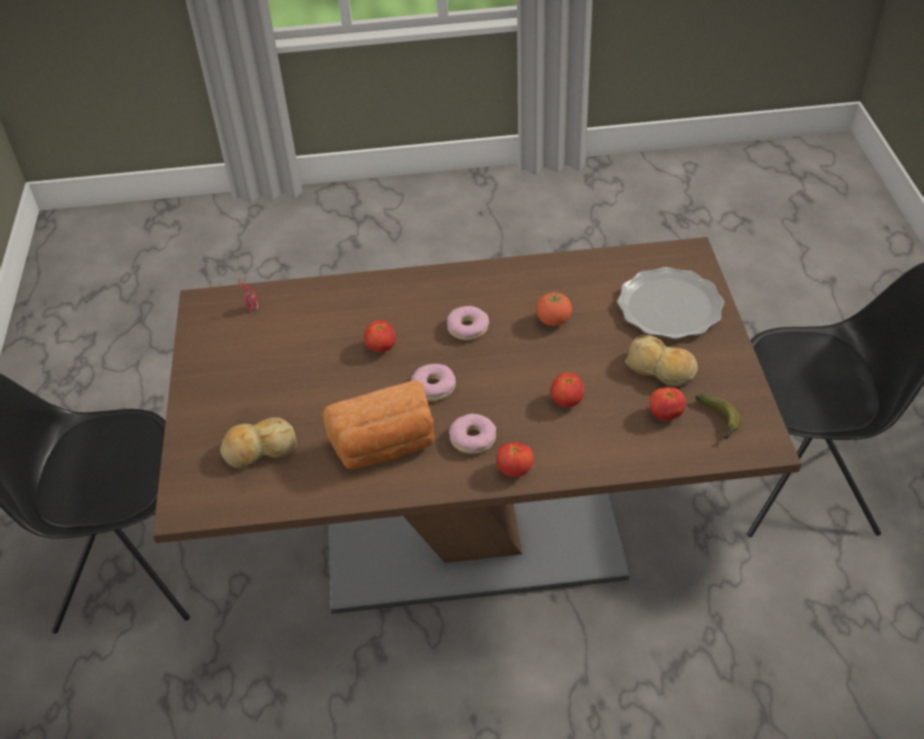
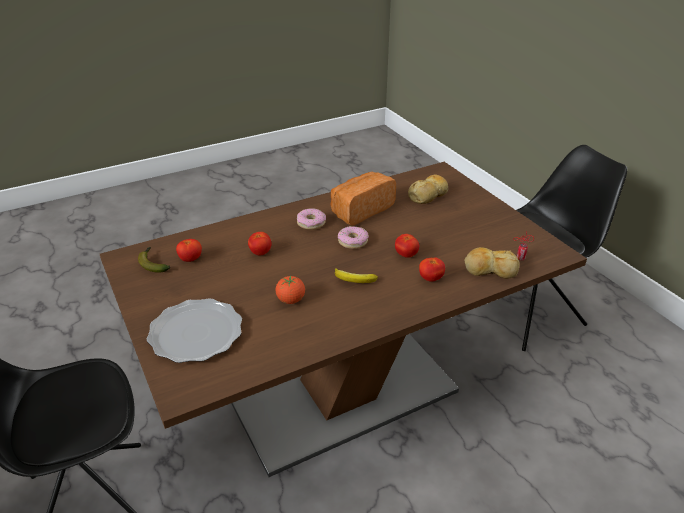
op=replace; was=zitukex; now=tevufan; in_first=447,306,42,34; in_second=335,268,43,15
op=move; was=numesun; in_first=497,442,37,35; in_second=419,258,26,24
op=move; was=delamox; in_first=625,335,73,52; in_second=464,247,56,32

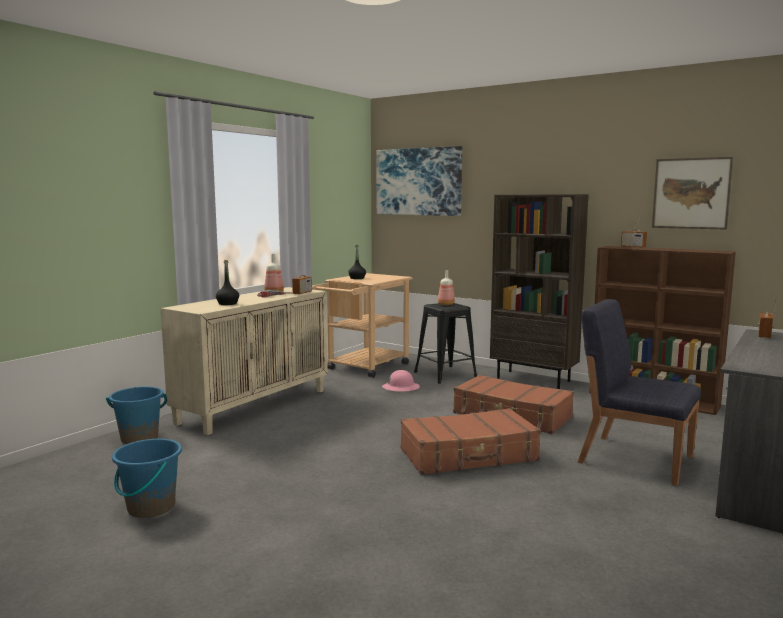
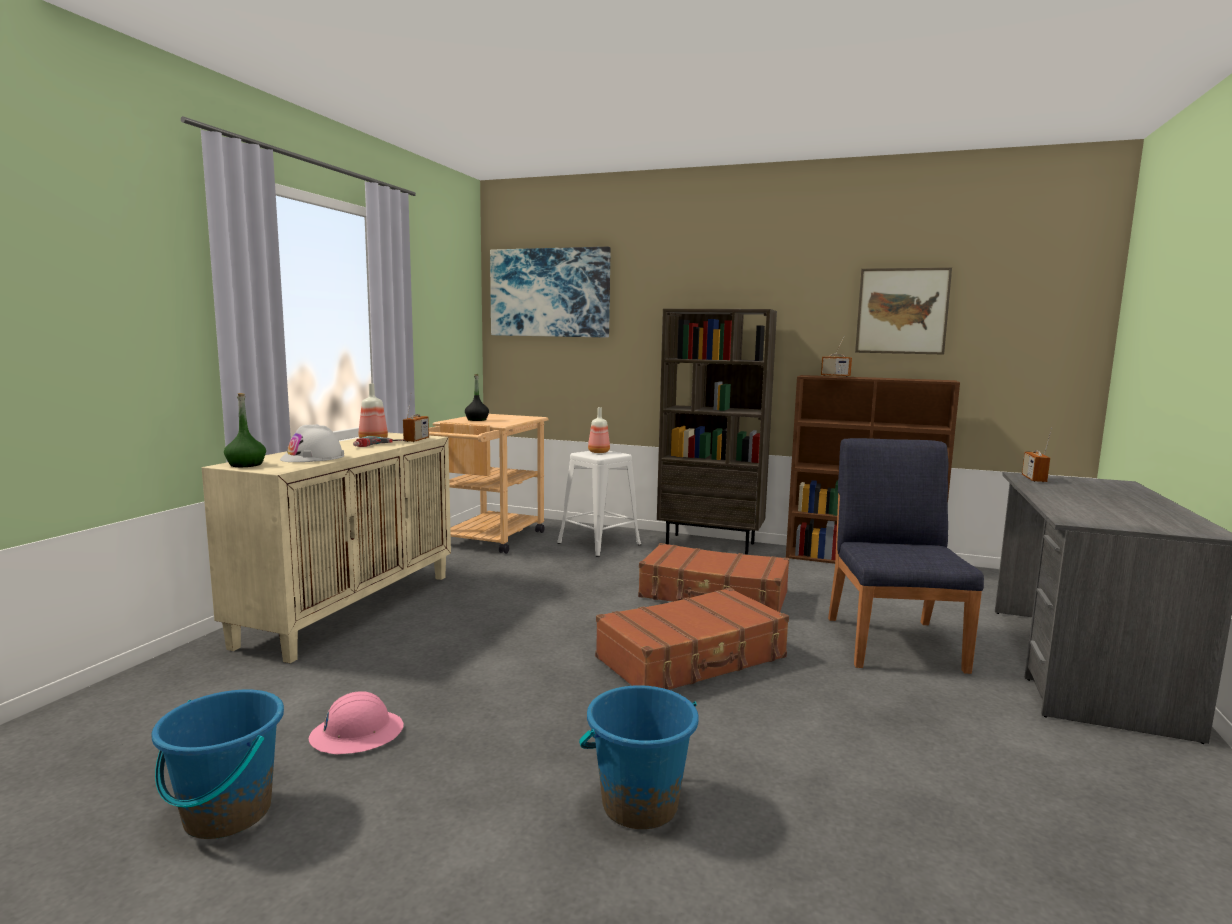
op=move; was=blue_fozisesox; in_first=106,387,61,57; in_second=579,685,120,144
op=replace; was=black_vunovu; now=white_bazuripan; in_first=216,260,23,45; in_second=280,424,64,38
op=move; was=pink_bazuripan; in_first=382,370,38,22; in_second=309,691,95,63
op=recolor; was=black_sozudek; now=white_sozudek; in_first=414,303,63,81; in_second=557,451,84,106
op=rotate; was=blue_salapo; in_first=578,299,123,187; in_second=828,438,156,236; clockwise=75
op=insert; now=green_vunovu; in_second=224,393,42,74

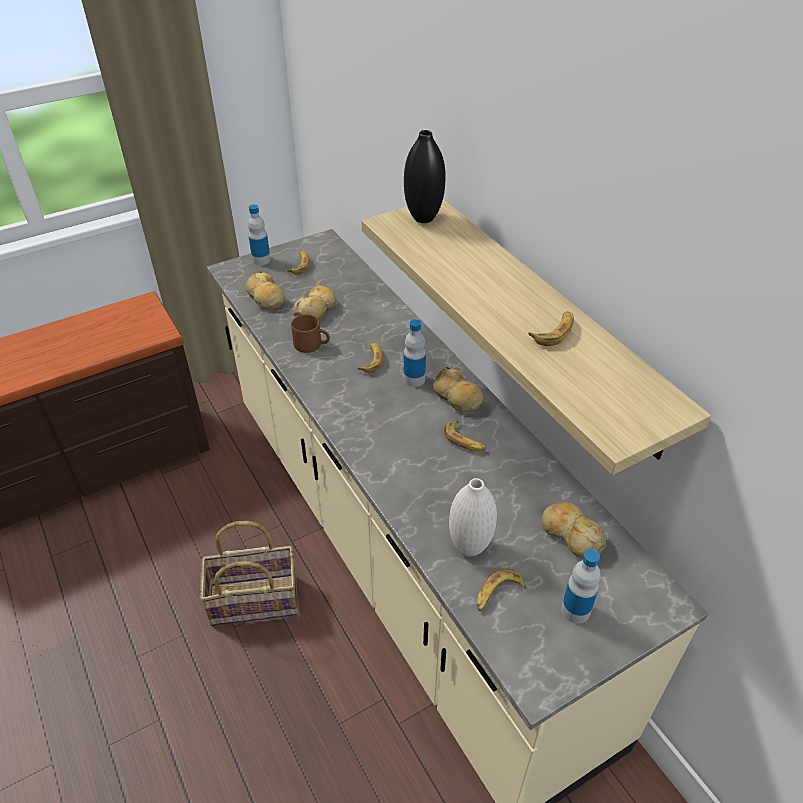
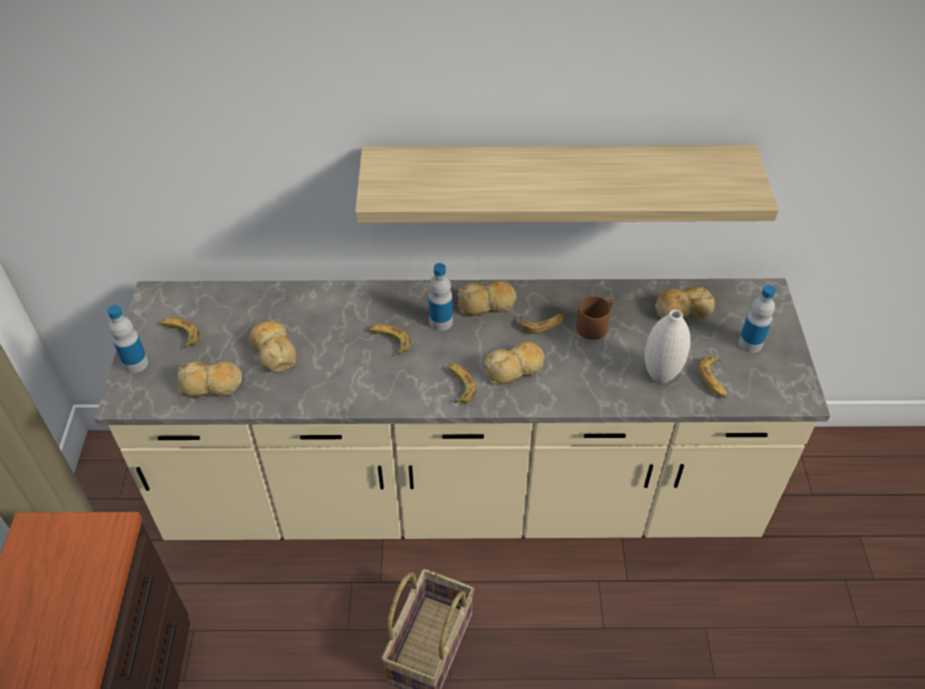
op=move; was=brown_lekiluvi; in_first=291,314,39,39; in_second=576,296,37,44
op=delete; was=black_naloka; in_first=404,130,42,93
op=move; was=tevufan; in_first=529,311,45,35; in_second=447,364,30,39
op=insert; now=delamox; in_second=484,342,61,43

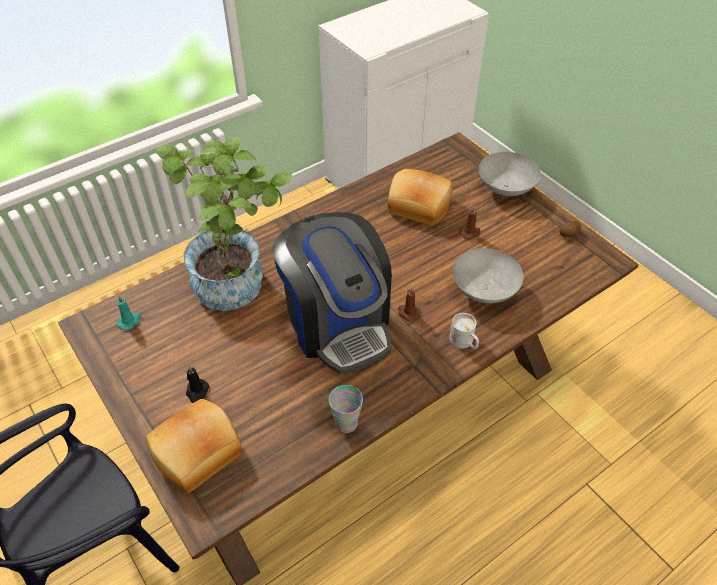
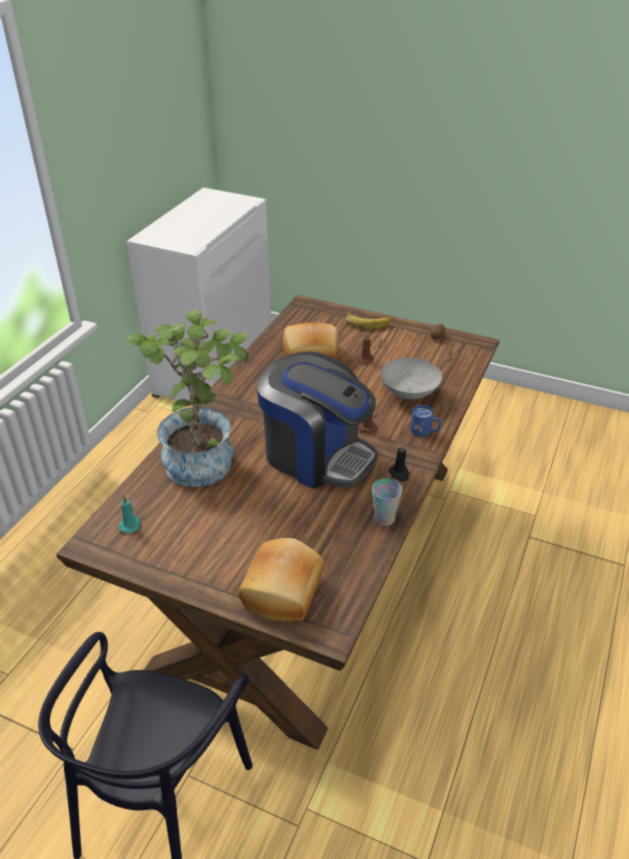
op=move; was=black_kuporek; in_first=186,366,23,37; in_second=389,444,21,37
op=recolor; was=white_lekiluvi; now=blue_lekiluvi; in_first=450,313,29,36; in_second=410,405,31,32
op=replace; was=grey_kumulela; now=tevufan; in_first=479,152,62,44; in_second=346,311,45,18

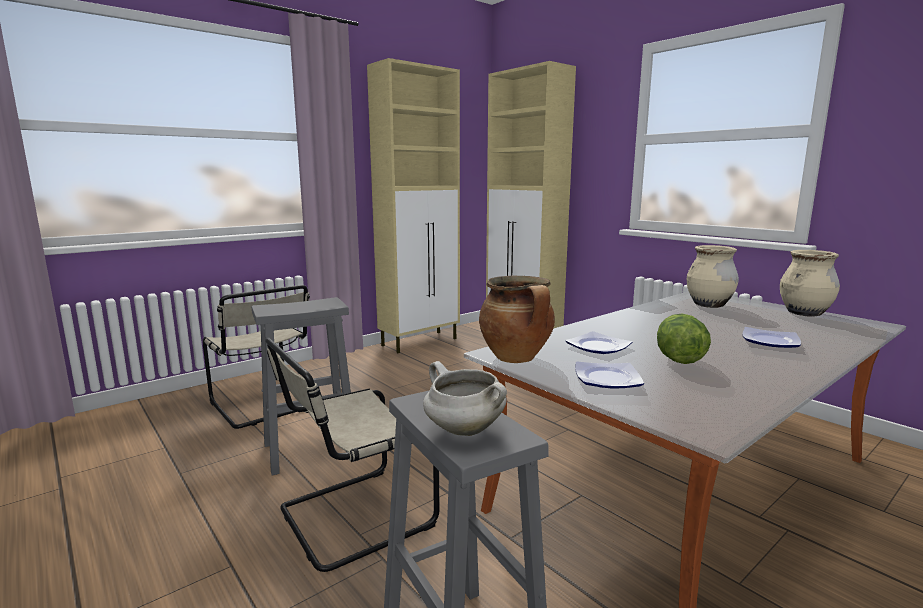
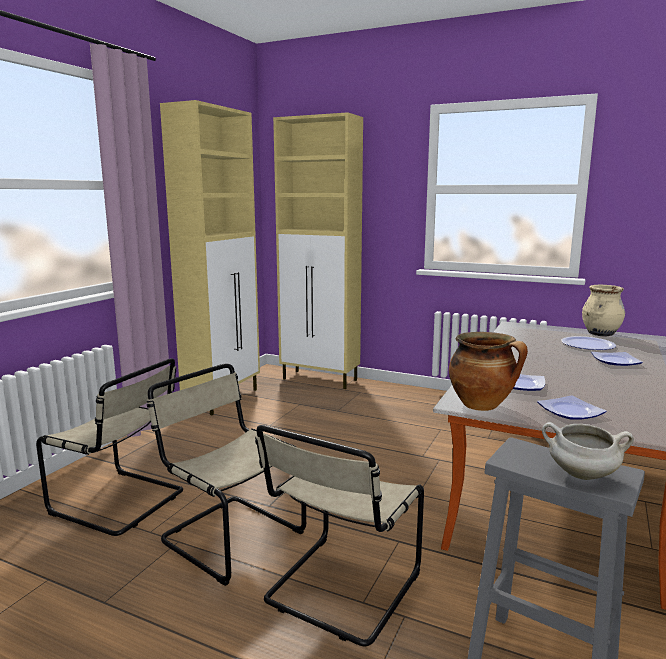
op=replace; was=grey_sozudek; now=beige_salapo; in_first=252,297,99,178; in_second=147,363,159,223
op=delete; was=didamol; in_first=657,314,54,50
op=delete; was=beige_naloka; in_first=687,245,52,63
op=insert; now=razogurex; in_second=561,336,55,14

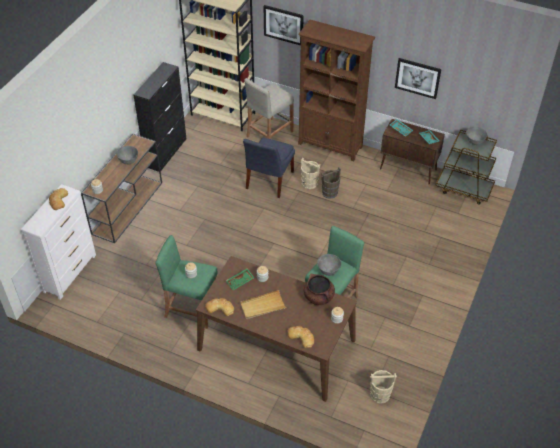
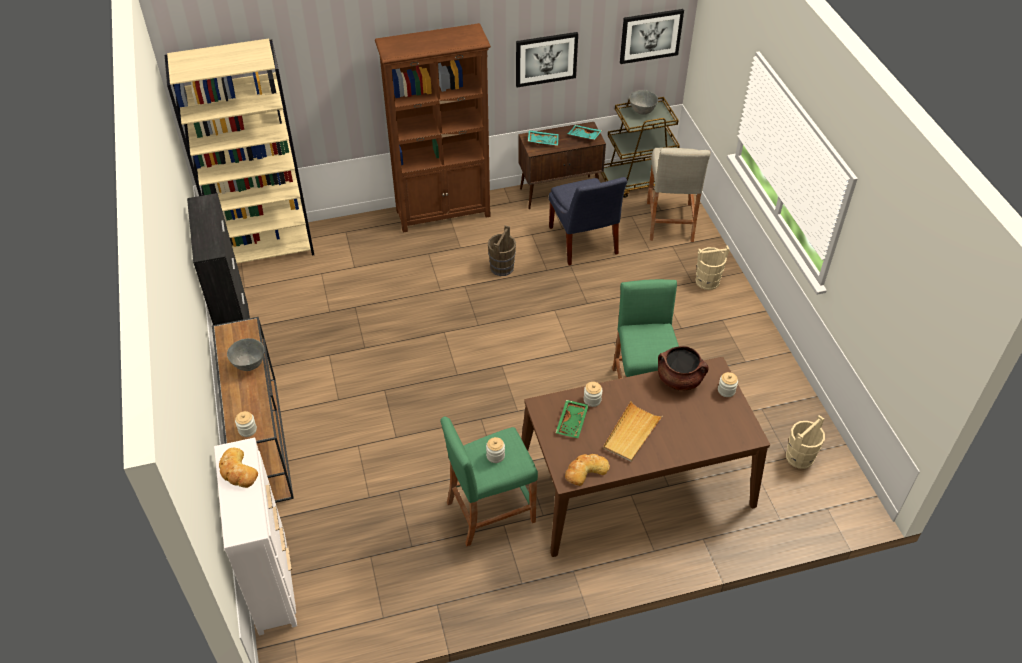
op=move; was=blue_salapo; in_first=243,138,52,60; in_second=549,177,78,88
op=move; was=beige_sozudek; in_first=244,78,50,61; in_second=647,147,64,95
op=move; was=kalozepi; in_first=264,5,40,41; in_second=620,9,64,55
op=delete; was=delamox; in_first=288,326,26,22
op=move; was=beige_fozisesox; in_first=301,158,19,31; in_second=695,245,34,45
op=delete; was=grey_kumulela; in_first=317,254,24,22

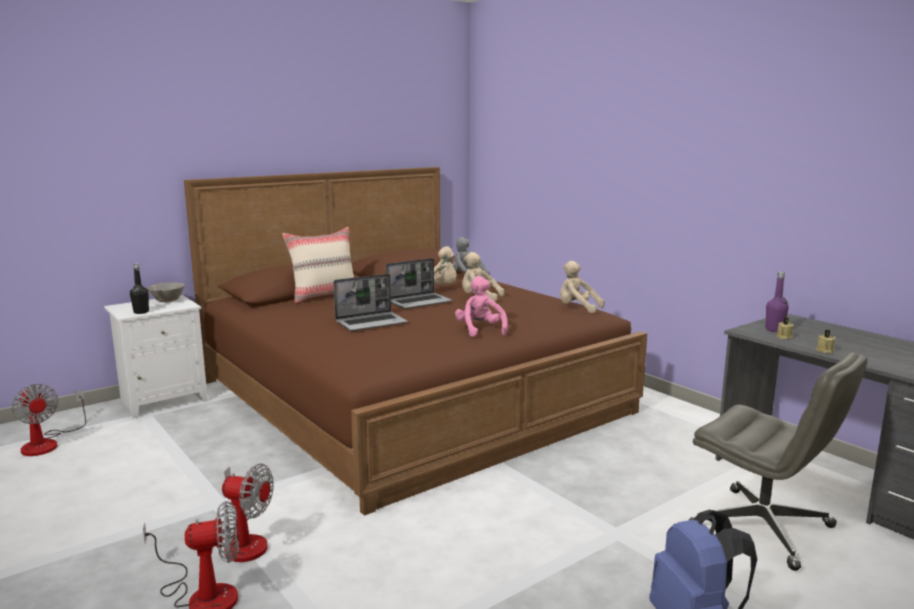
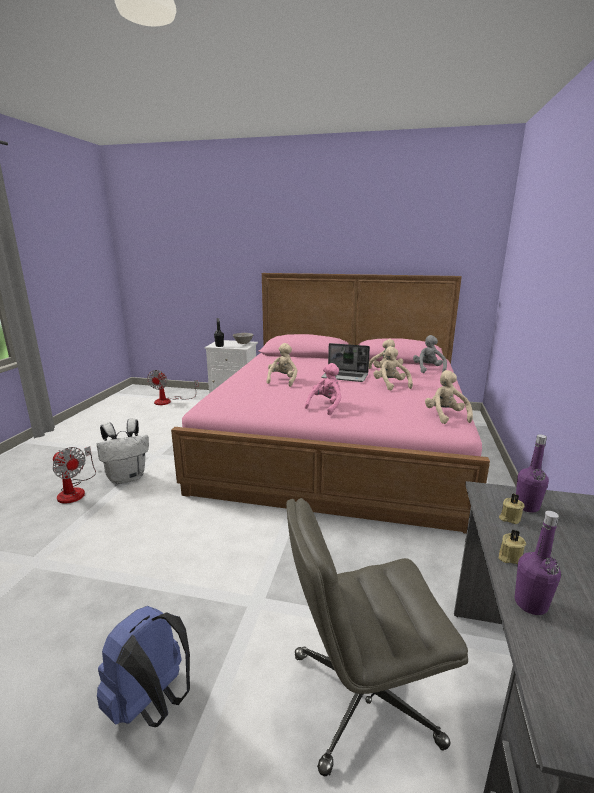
op=recolor; was=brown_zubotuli; now=pink_zubotuli; in_first=184,167,463,349; in_second=171,273,319,261
op=replace; was=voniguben; now=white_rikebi; in_first=222,463,52,99; in_second=97,419,52,65
op=delete; was=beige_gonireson; in_first=282,227,72,76
op=replace; was=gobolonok; now=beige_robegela; in_first=334,274,74,57; in_second=266,343,31,44
op=rotate; was=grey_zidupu; in_first=688,353,180,218; in_second=286,498,182,278; clockwise=75
op=insert; now=purple_vunovu; in_second=515,511,46,104

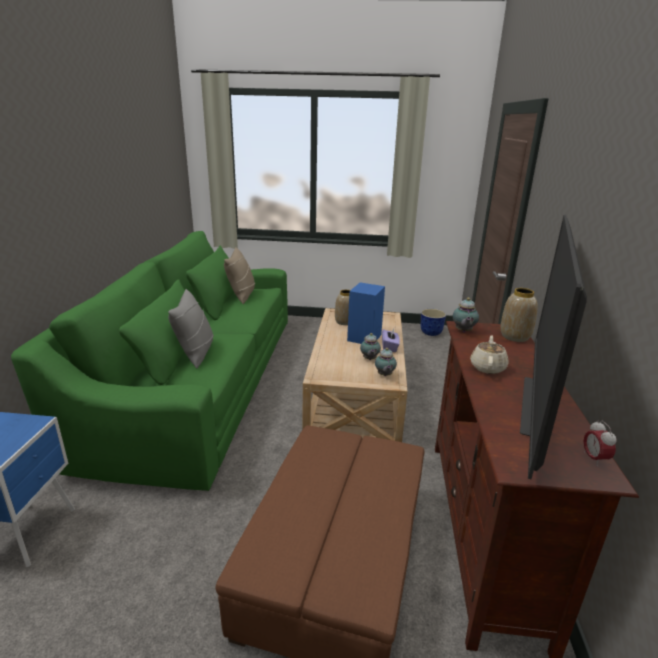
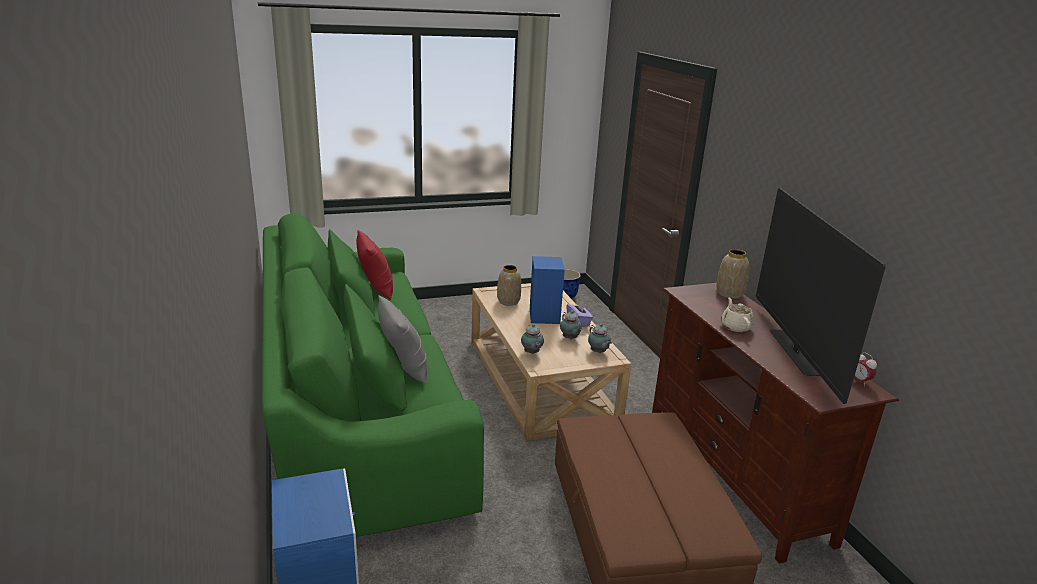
op=recolor; was=beige_gonireson; now=red_gonireson; in_first=224,248,31,56; in_second=356,230,37,70
op=move; was=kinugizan; in_first=453,298,26,34; in_second=521,324,23,30

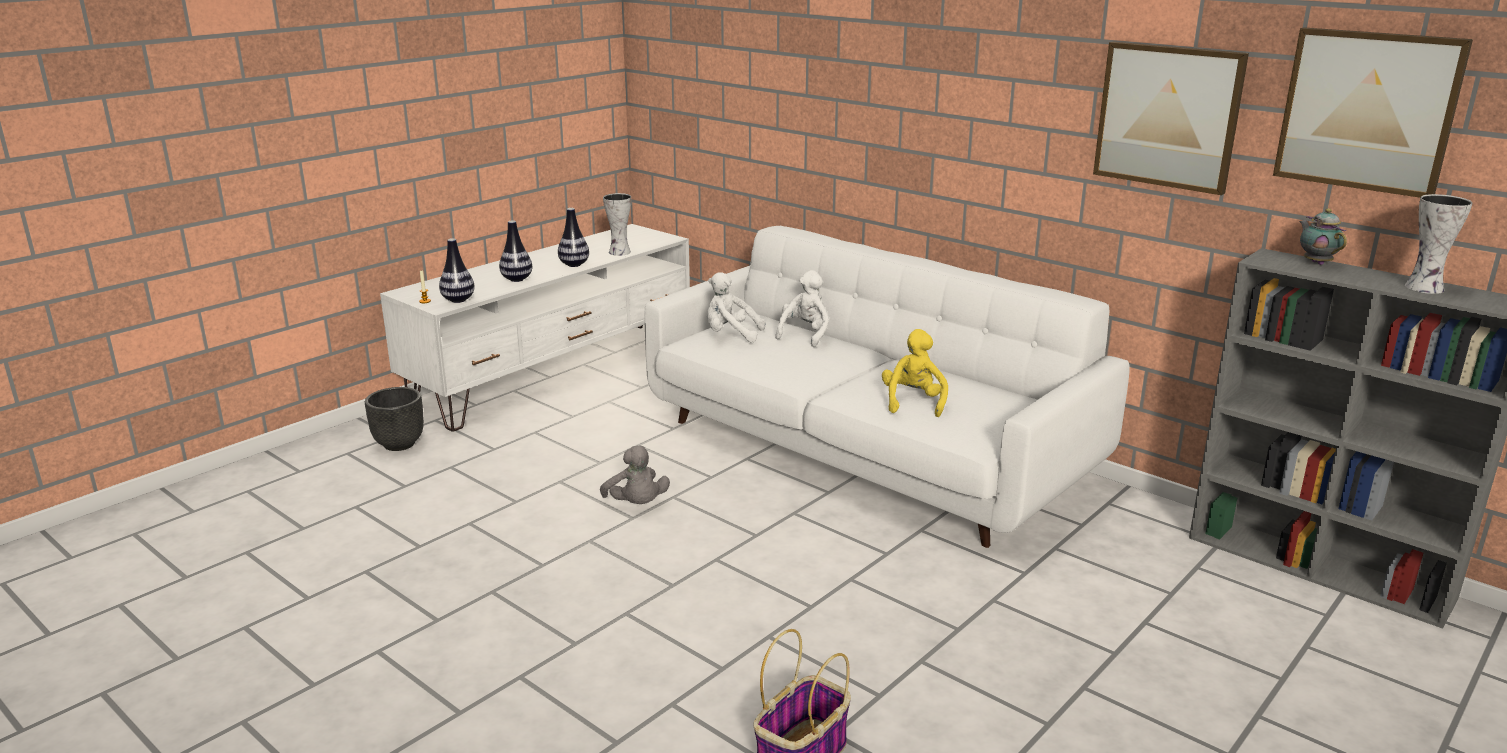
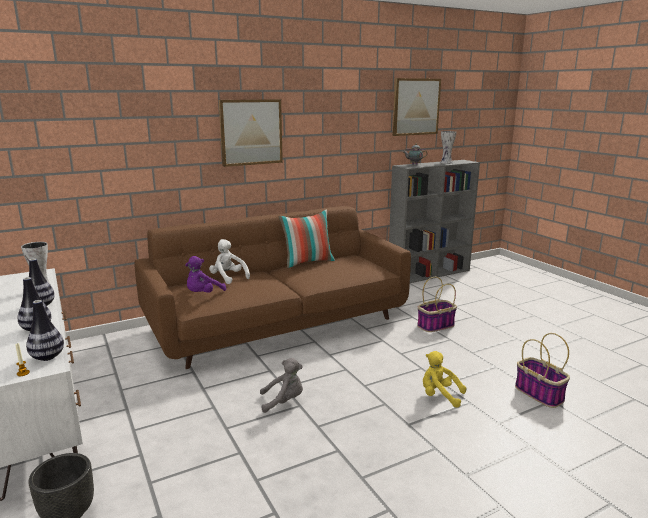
op=recolor; was=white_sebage; now=brown_sebage; in_first=645,226,485,322; in_second=134,206,277,163
op=recolor; was=white_robegela; now=purple_robegela; in_first=707,272,59,70; in_second=185,256,41,37
op=move; was=yellow_robegela; in_first=882,329,66,88; in_second=423,351,43,56
op=move; was=kalozepi; in_first=1093,42,156,153; in_second=219,99,64,68
op=insert; now=gonireson; in_second=278,210,57,58
op=insert; now=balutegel; in_second=417,277,40,55

